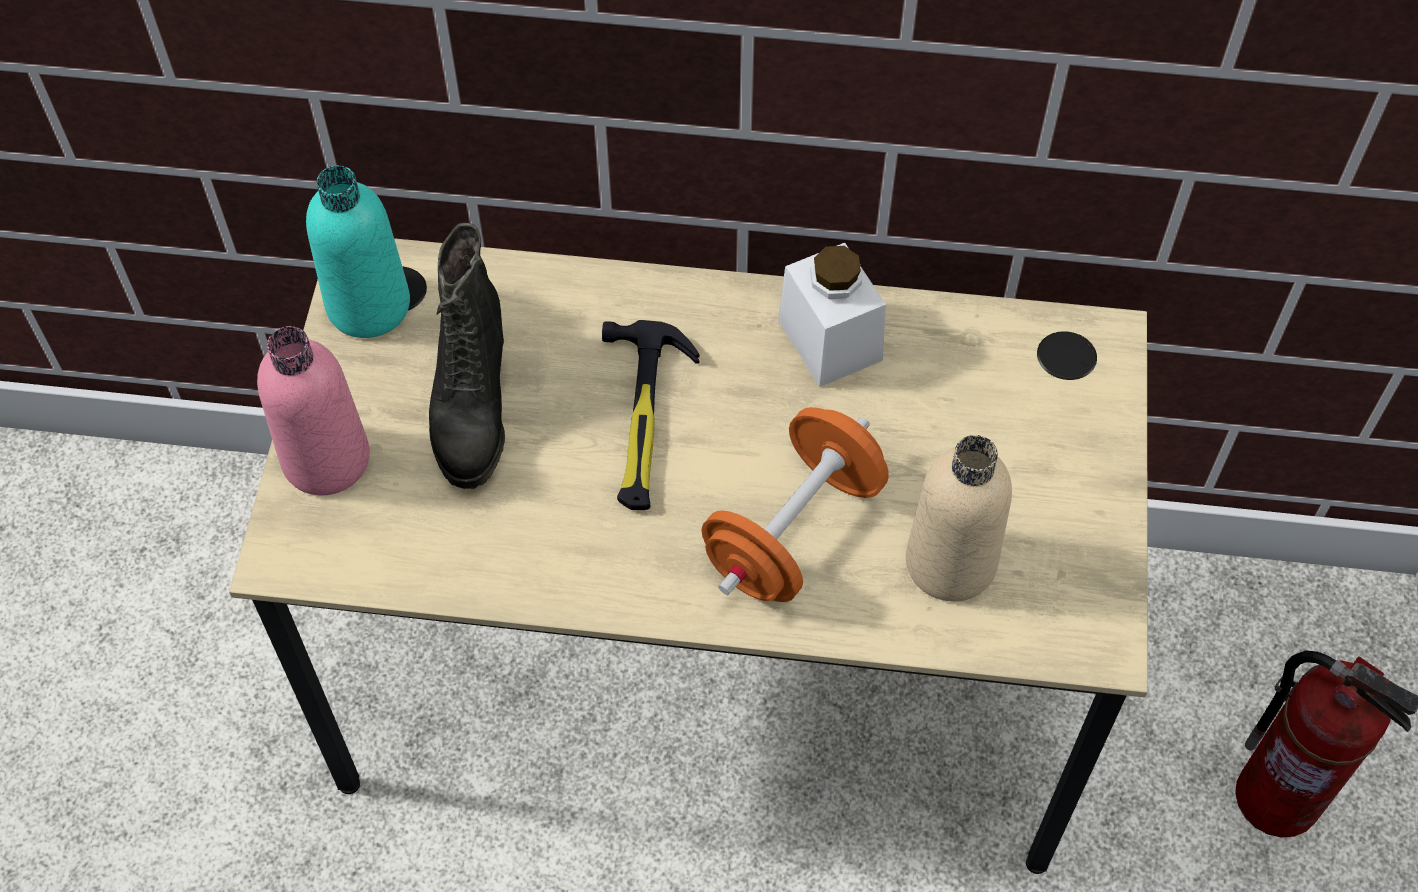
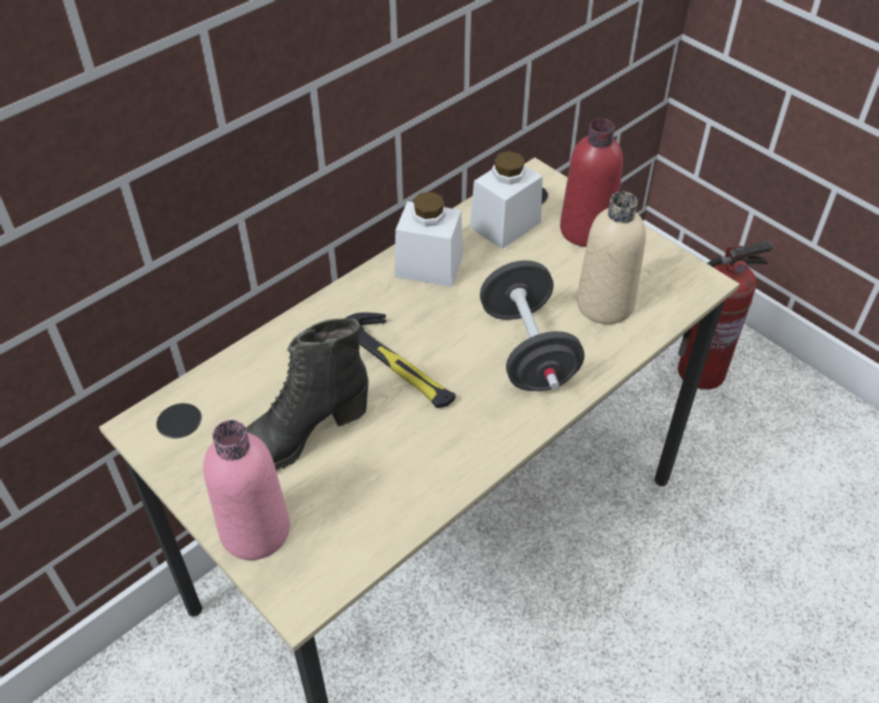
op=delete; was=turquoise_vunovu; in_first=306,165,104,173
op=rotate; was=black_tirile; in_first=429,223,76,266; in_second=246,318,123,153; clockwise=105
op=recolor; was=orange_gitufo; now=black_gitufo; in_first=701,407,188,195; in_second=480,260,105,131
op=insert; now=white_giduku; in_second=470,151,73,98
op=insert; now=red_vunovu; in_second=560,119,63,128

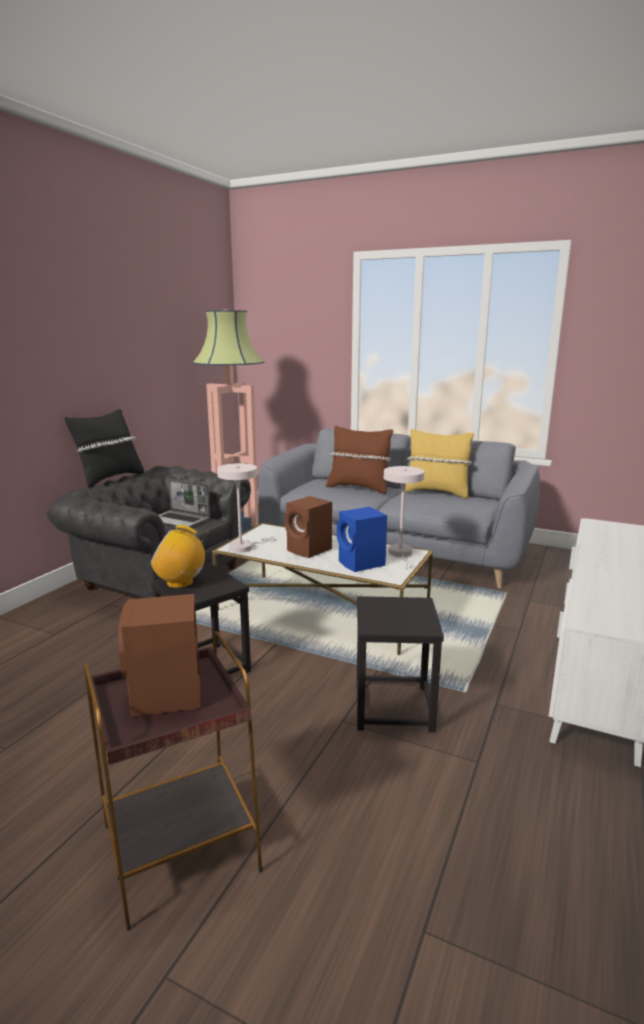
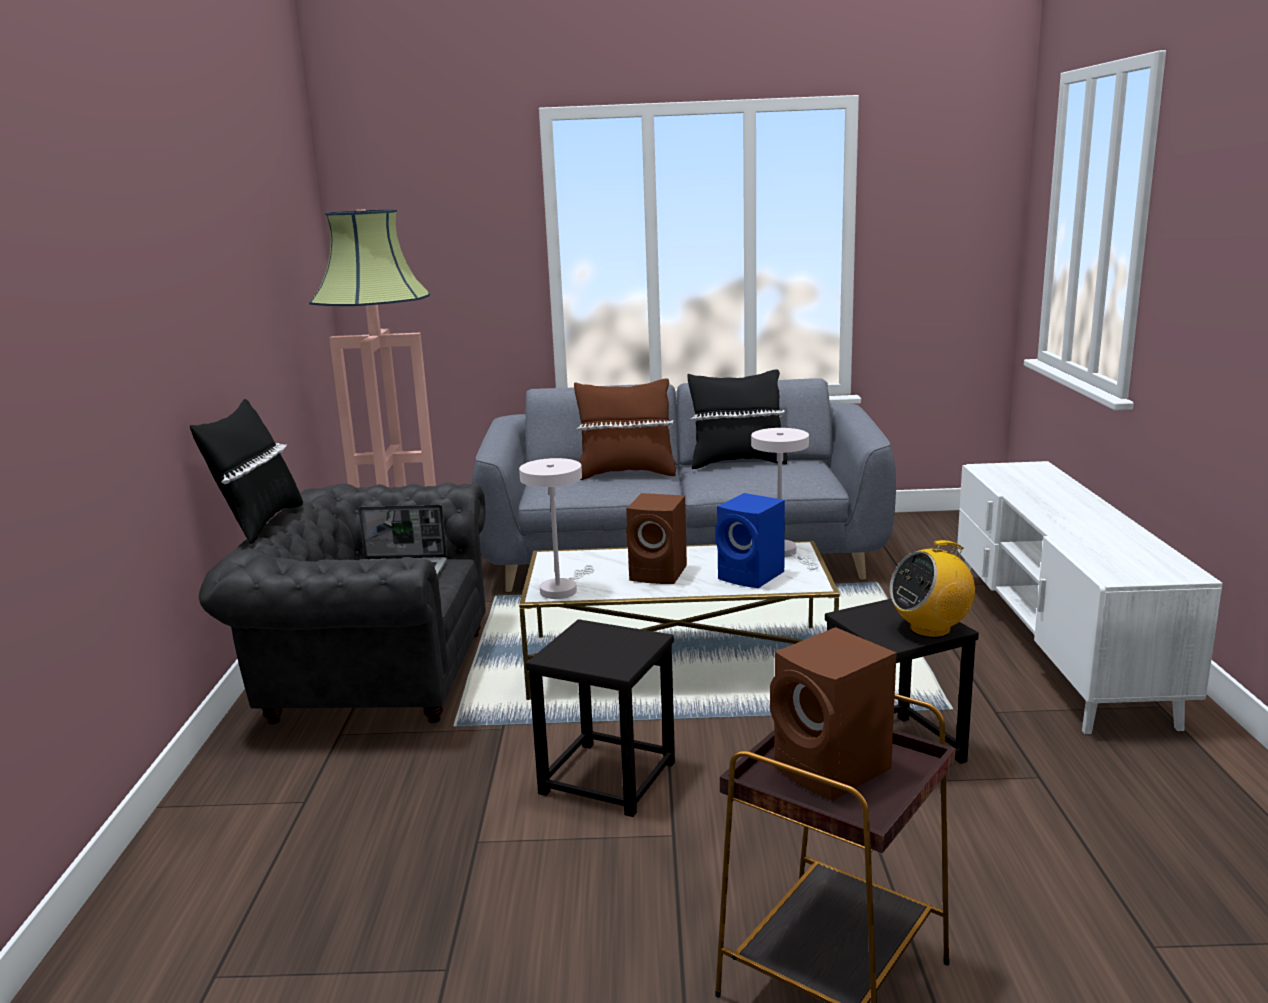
op=move; was=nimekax; in_first=150,525,59,63; in_second=890,540,85,98
op=recolor; was=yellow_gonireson; now=black_gonireson; in_first=405,429,69,70; in_second=687,370,100,99

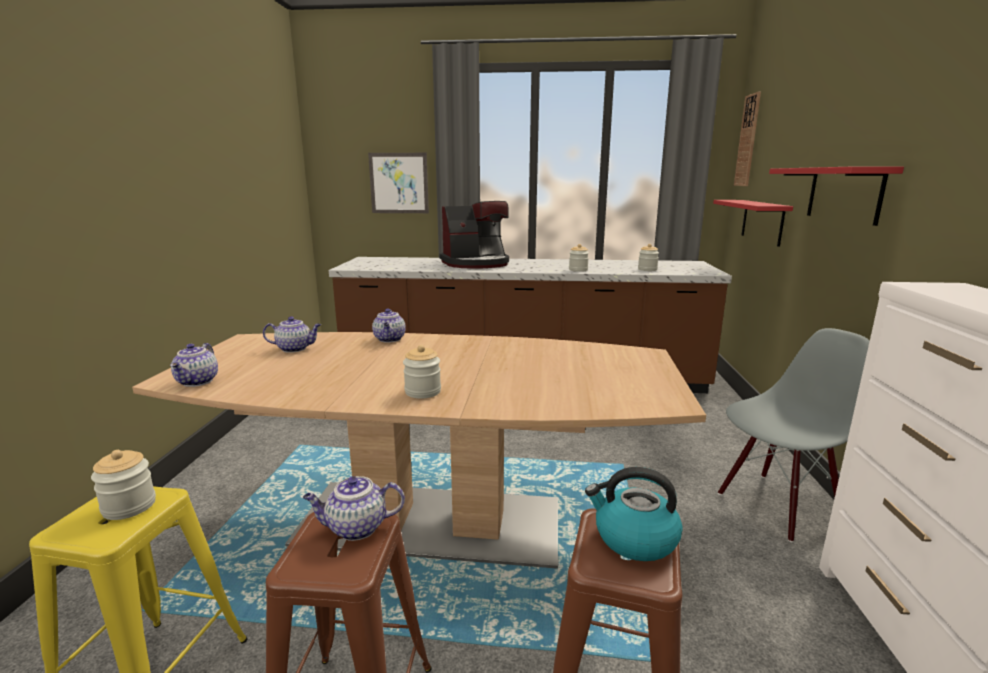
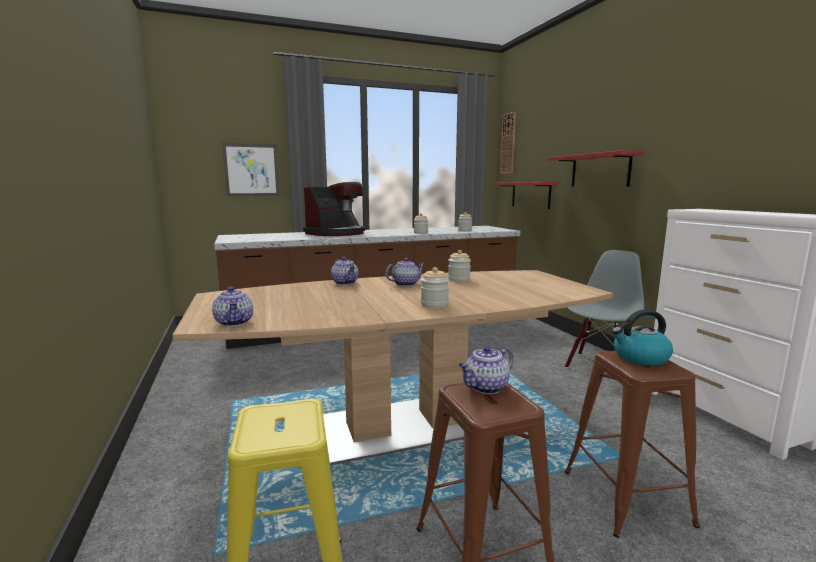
op=move; was=giduku; in_first=91,450,65,70; in_second=448,250,23,32
op=move; was=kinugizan; in_first=263,316,58,37; in_second=385,258,40,28

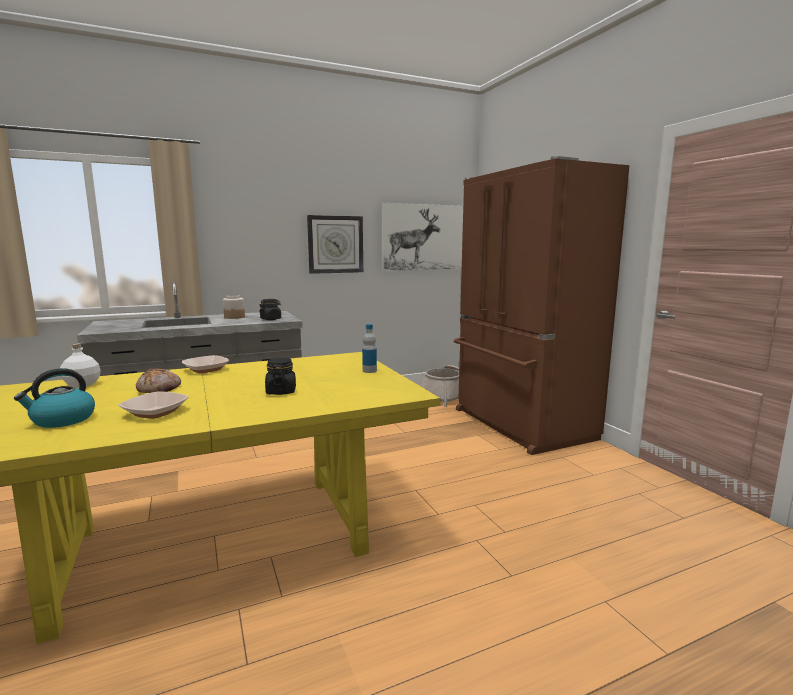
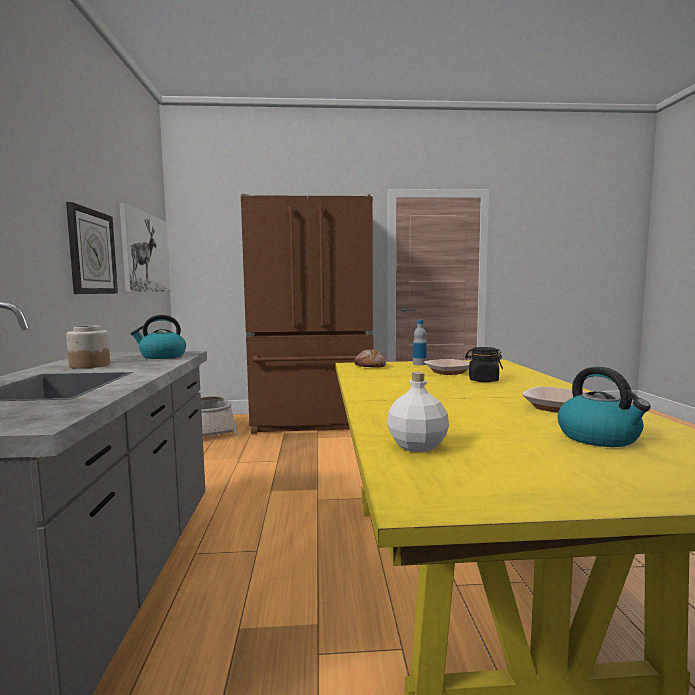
op=move; was=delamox; in_first=136,368,45,25; in_second=354,349,32,19
op=move; was=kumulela; in_first=182,355,47,18; in_second=424,359,46,16
op=replace; was=black_giduku; now=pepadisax; in_first=259,299,22,21; in_second=131,315,55,44

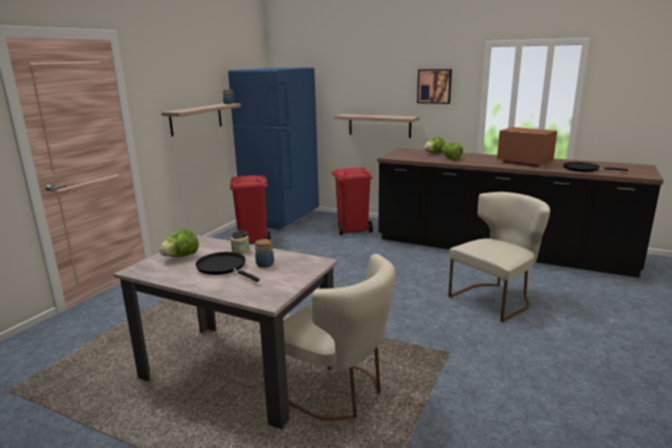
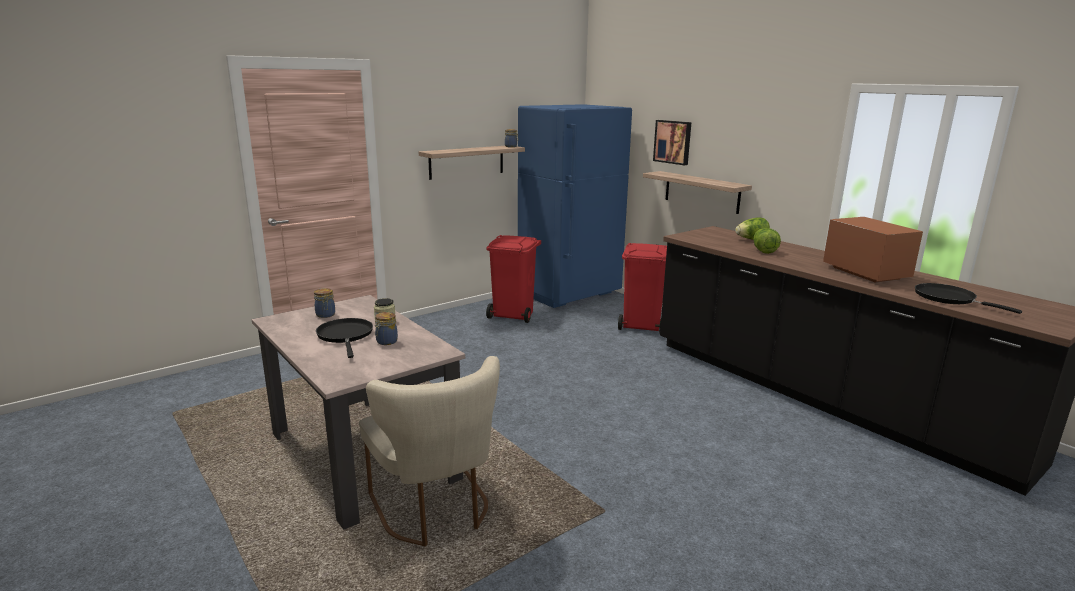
op=replace; was=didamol; now=giduku; in_first=159,229,40,28; in_second=314,288,21,30
op=move; was=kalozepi; in_first=417,69,35,35; in_second=653,120,39,45
op=delete; was=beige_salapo; in_first=448,192,102,130

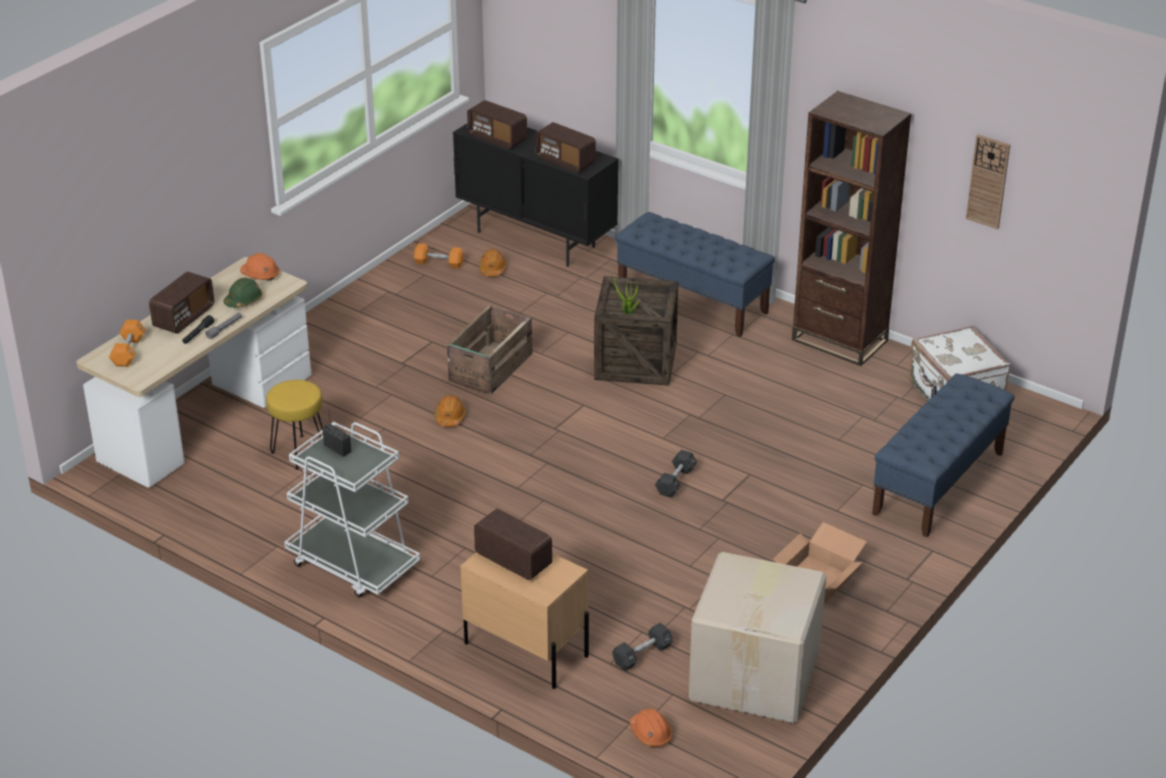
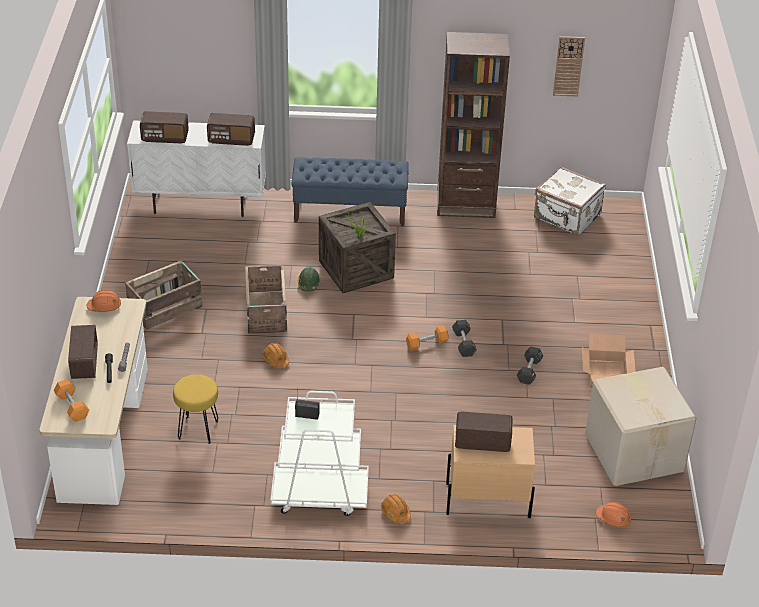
op=move; was=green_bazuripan; in_first=223,278,40,30; in_second=298,267,22,25
op=move; was=orange_gitufo; in_first=414,243,50,26; in_second=406,325,43,26
op=recolor; was=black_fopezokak; now=white_fopezokak; in_first=453,123,165,144; in_second=127,120,139,97
op=move; was=orange_bazuripan; in_first=479,249,27,28; in_second=381,494,30,30
op=move; was=black_gitufo; in_first=612,623,61,48; in_second=517,347,26,38
op=delete; was=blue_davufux; in_first=872,373,143,164
op=insert; now=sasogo; in_second=125,260,77,70

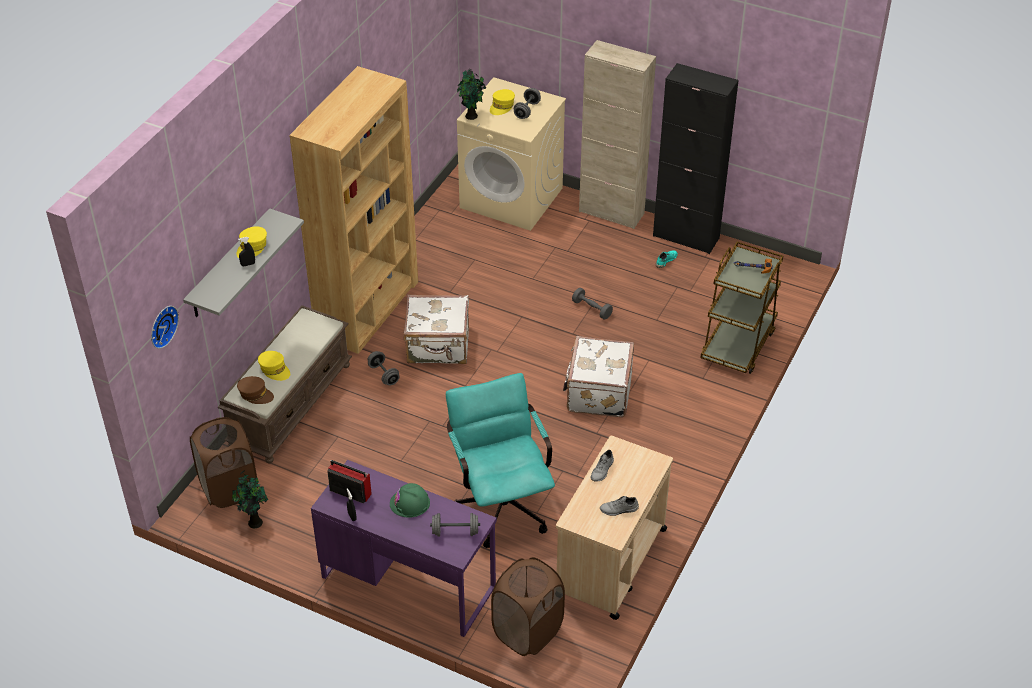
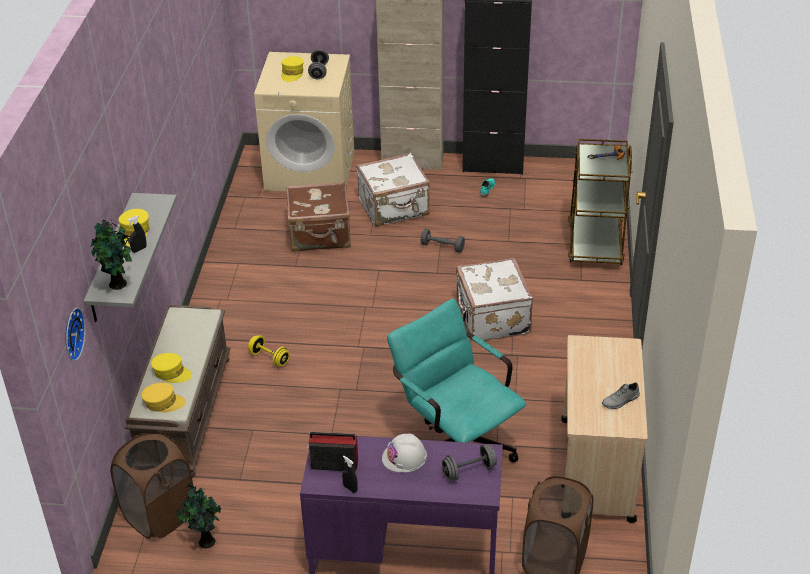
op=recolor; was=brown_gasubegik; now=yellow_gasubegik; in_first=237,376,37,28; in_second=141,383,45,29
op=delete; was=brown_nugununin; in_first=289,66,129,288
op=recolor; was=grey_gitufo; now=yellow_gitufo; in_first=368,351,31,34; in_second=248,335,42,32
op=recolor; was=green_bazuripan; now=white_bazuripan; in_first=390,483,40,35; in_second=382,434,45,39
op=move; was=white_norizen; in_first=404,295,65,69; in_second=356,153,74,74
op=move; was=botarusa; in_first=457,69,29,51; in_second=90,219,42,71
op=delete; was=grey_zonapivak; in_first=590,450,24,32
op=insert; now=brown_norizen; in_second=286,182,65,70

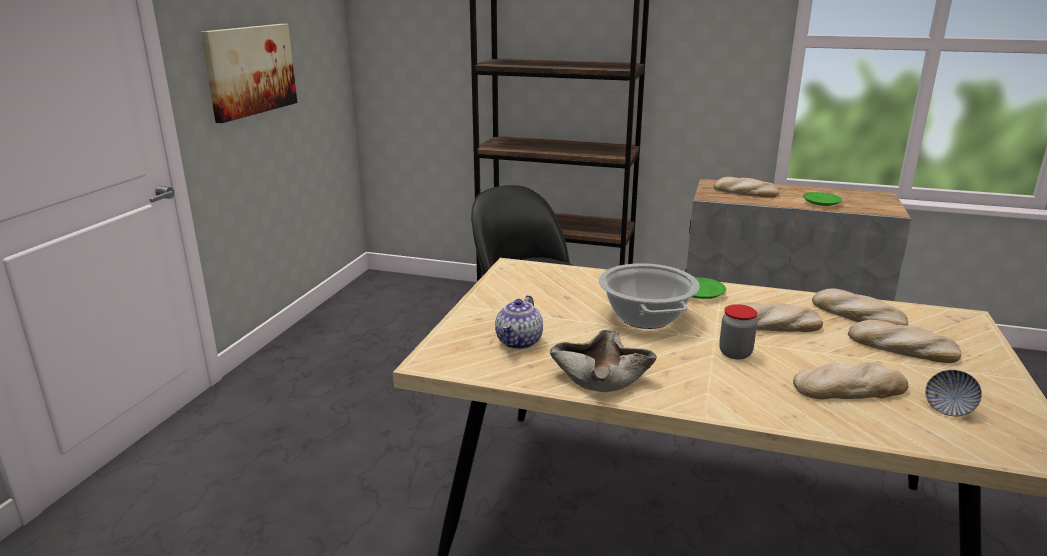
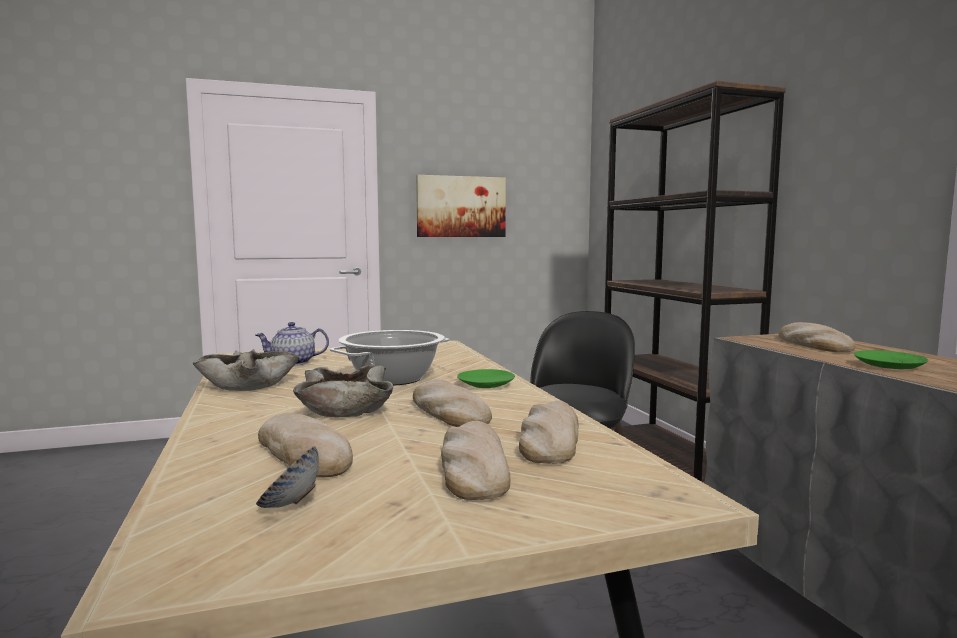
op=replace; was=giduku; now=beige_kumulela; in_first=719,304,38,55; in_second=293,365,100,52

